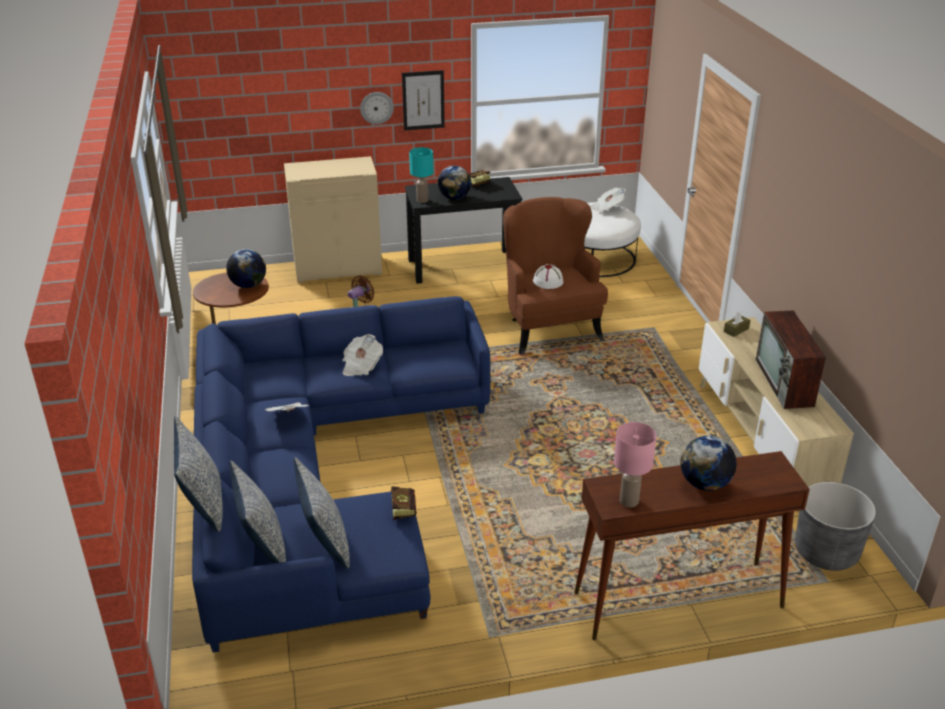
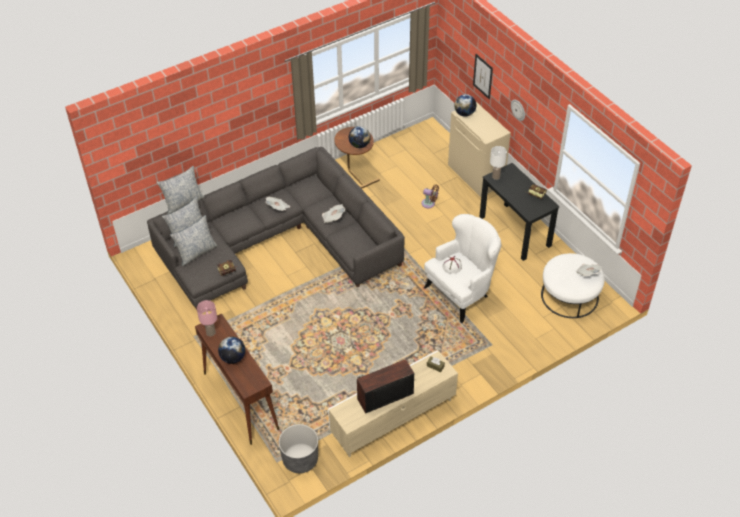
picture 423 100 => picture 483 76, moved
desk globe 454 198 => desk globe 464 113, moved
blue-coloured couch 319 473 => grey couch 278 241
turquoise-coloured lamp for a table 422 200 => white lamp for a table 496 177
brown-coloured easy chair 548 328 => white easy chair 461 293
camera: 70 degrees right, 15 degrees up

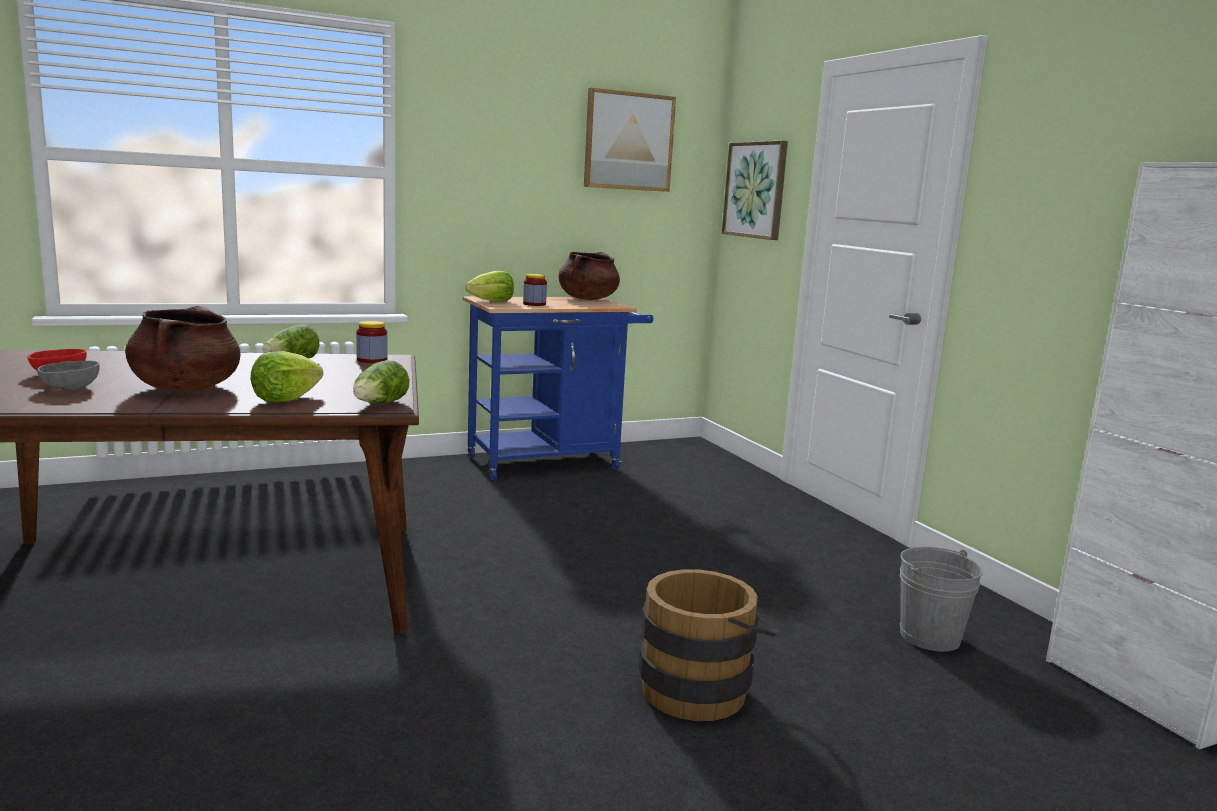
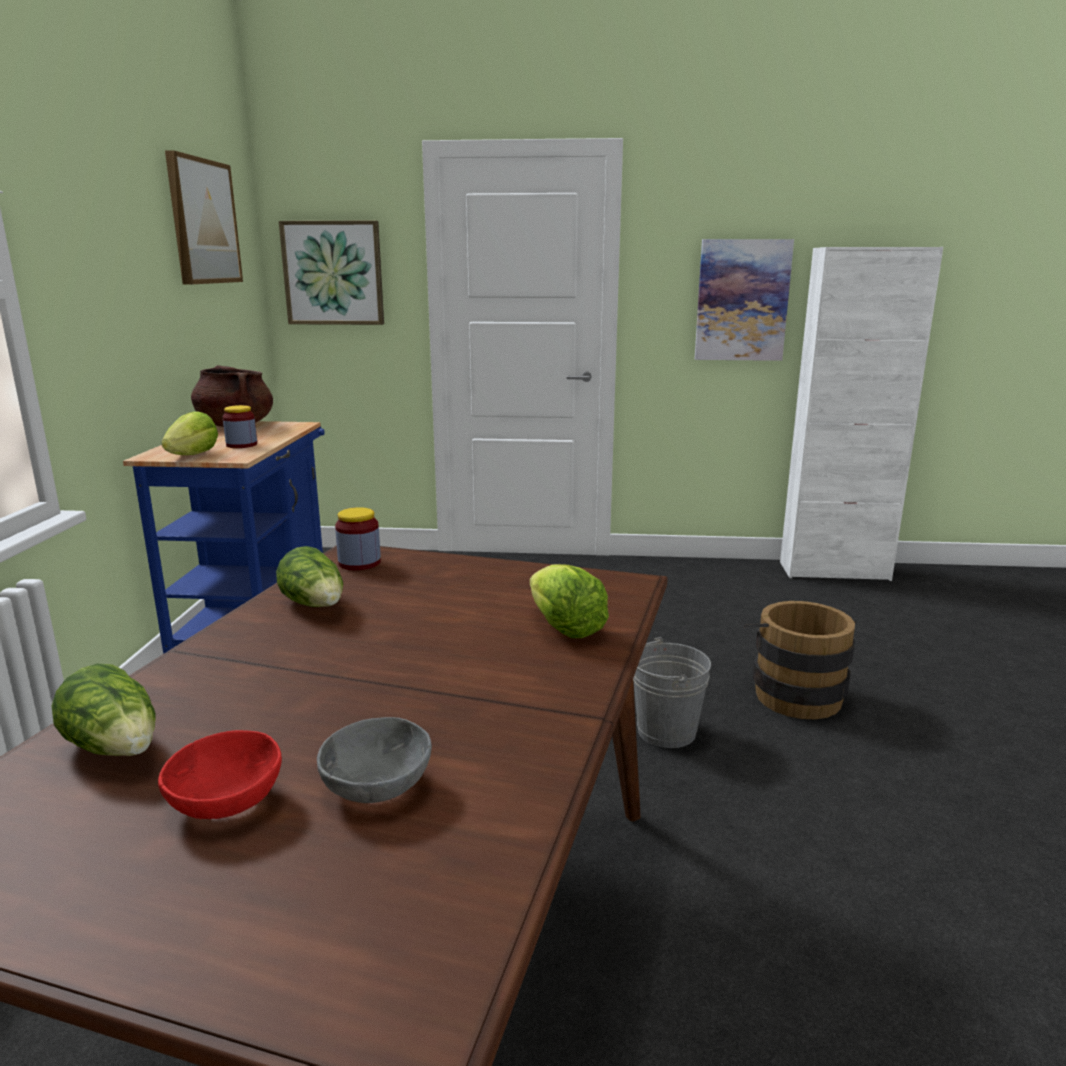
brown-coloured saucepot 186 388 => nothing
nothing => picture 742 300
lettuce 380 405 => lettuce 117 747, moved
grey bucket 930 637 => grey bucket 666 731, moved
camera: 60 degrees left, 5 degrees up

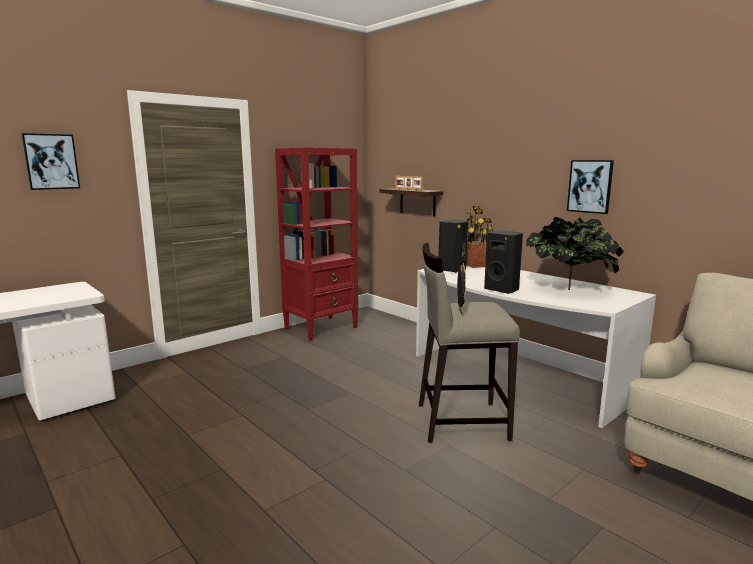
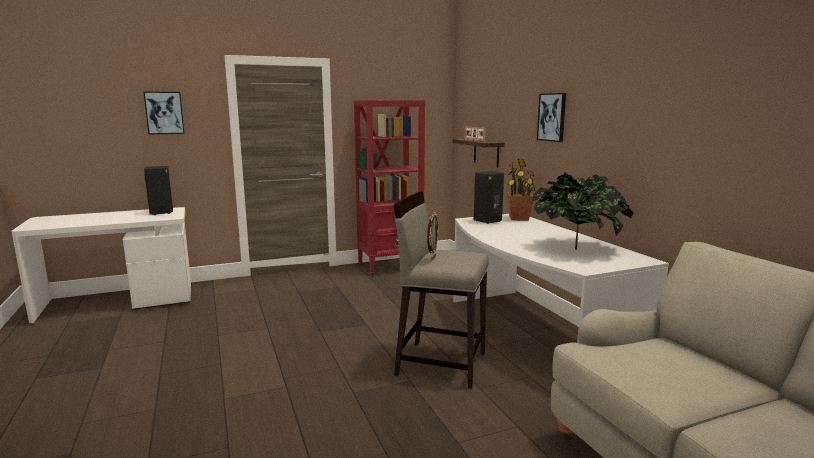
blackish audio speaker 502 290 => blackish audio speaker 161 212, moved
picture 590 186 => picture 552 117, moved
camera: 20 degrees right, 0 degrees up

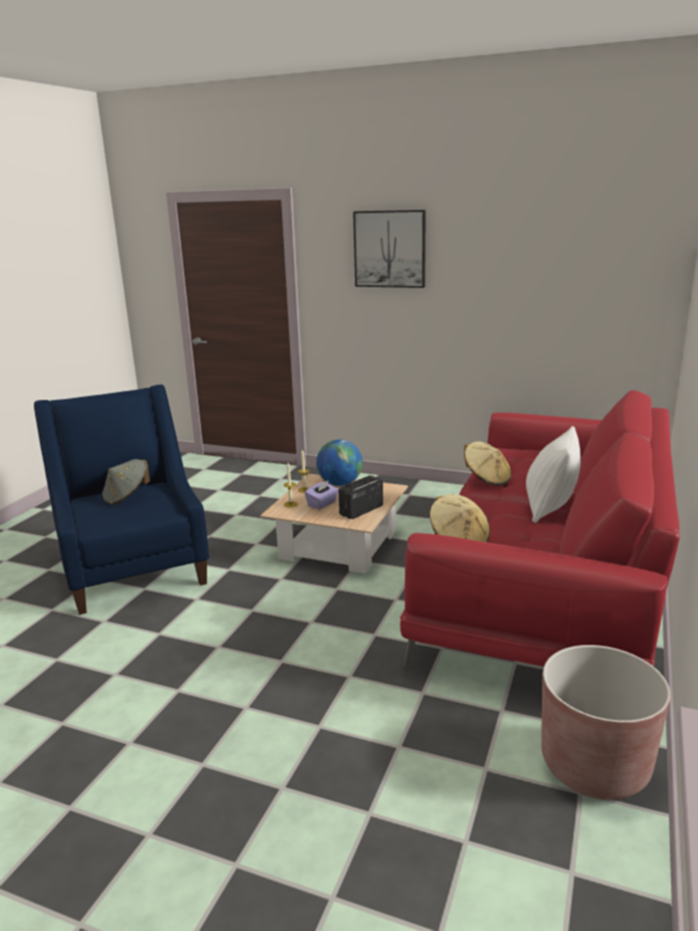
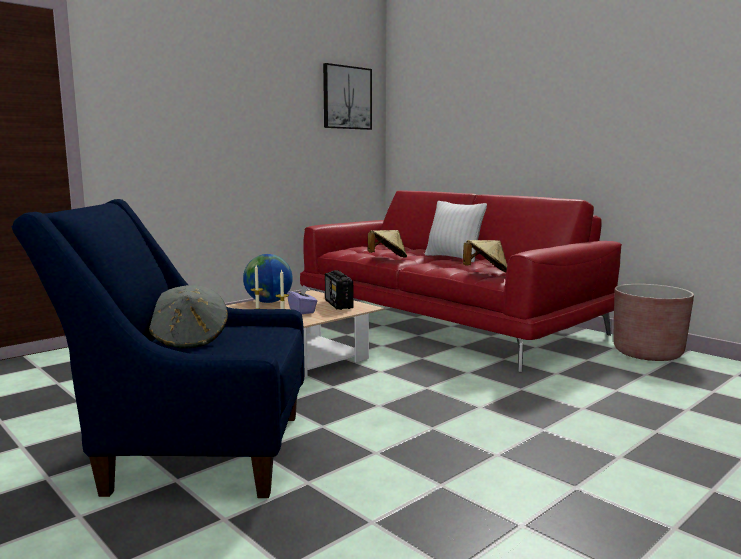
picture 390 249 => picture 347 97, moved
camera: 65 degrees left, 10 degrees down

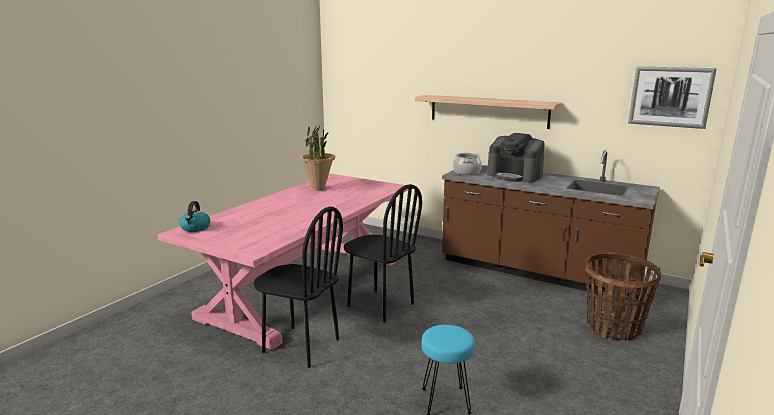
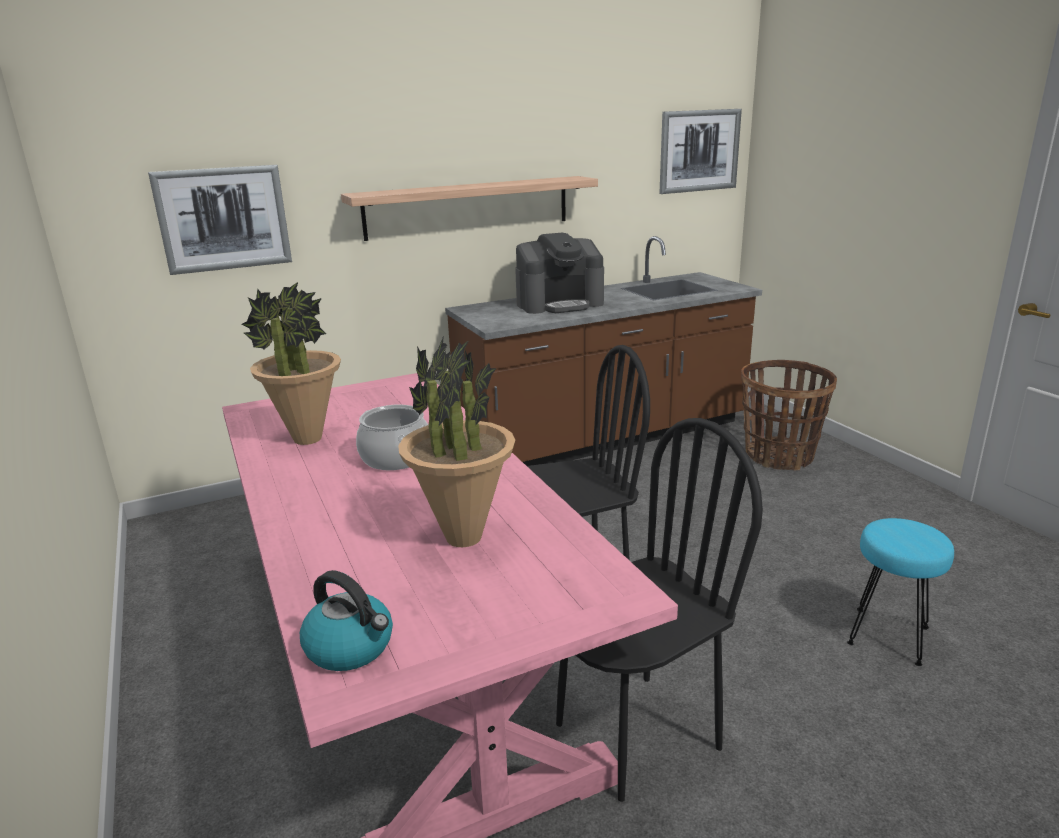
nothing => picture 223 219
nothing => houseplant 463 537
saucepot 466 172 => saucepot 396 457, moved
camera: 55 degrees left, 5 degrees up

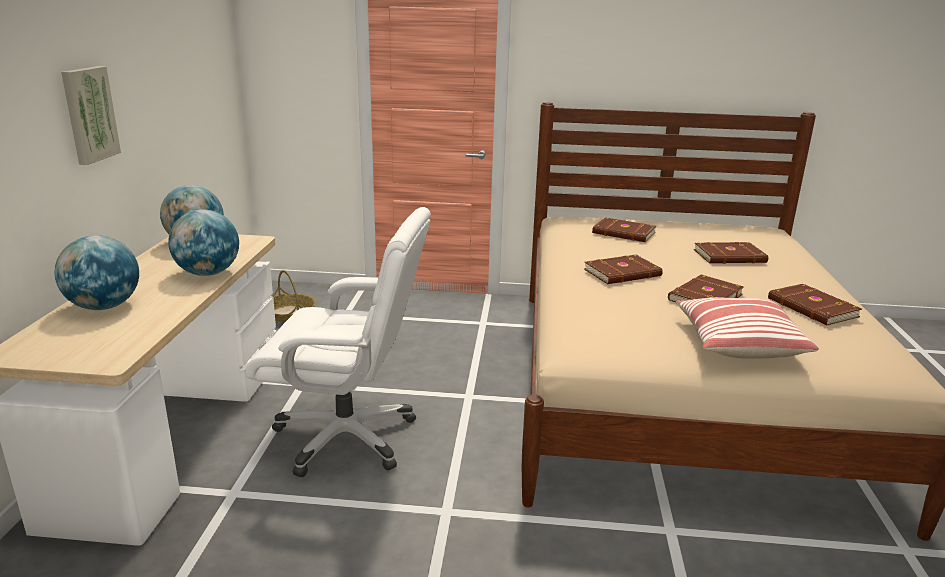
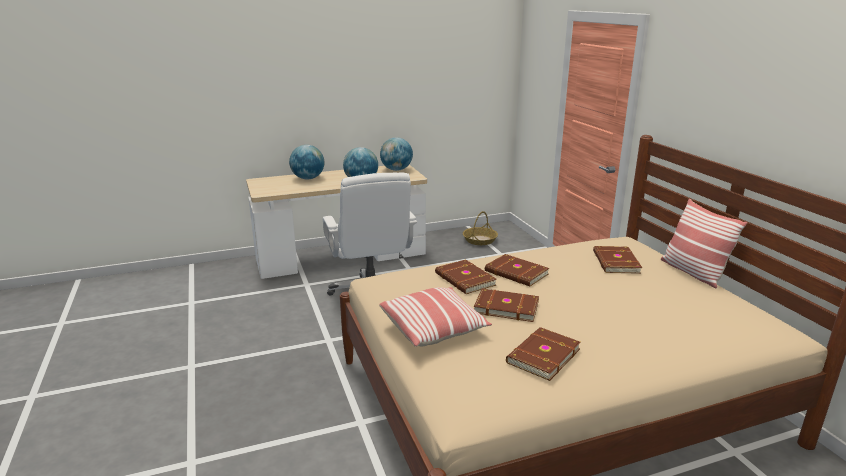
picture 88 114 => nothing
nothing => pillow 693 272
brown-coloured volume 730 257 => brown-coloured volume 464 280, moved
camera: 65 degrees right, 0 degrees up

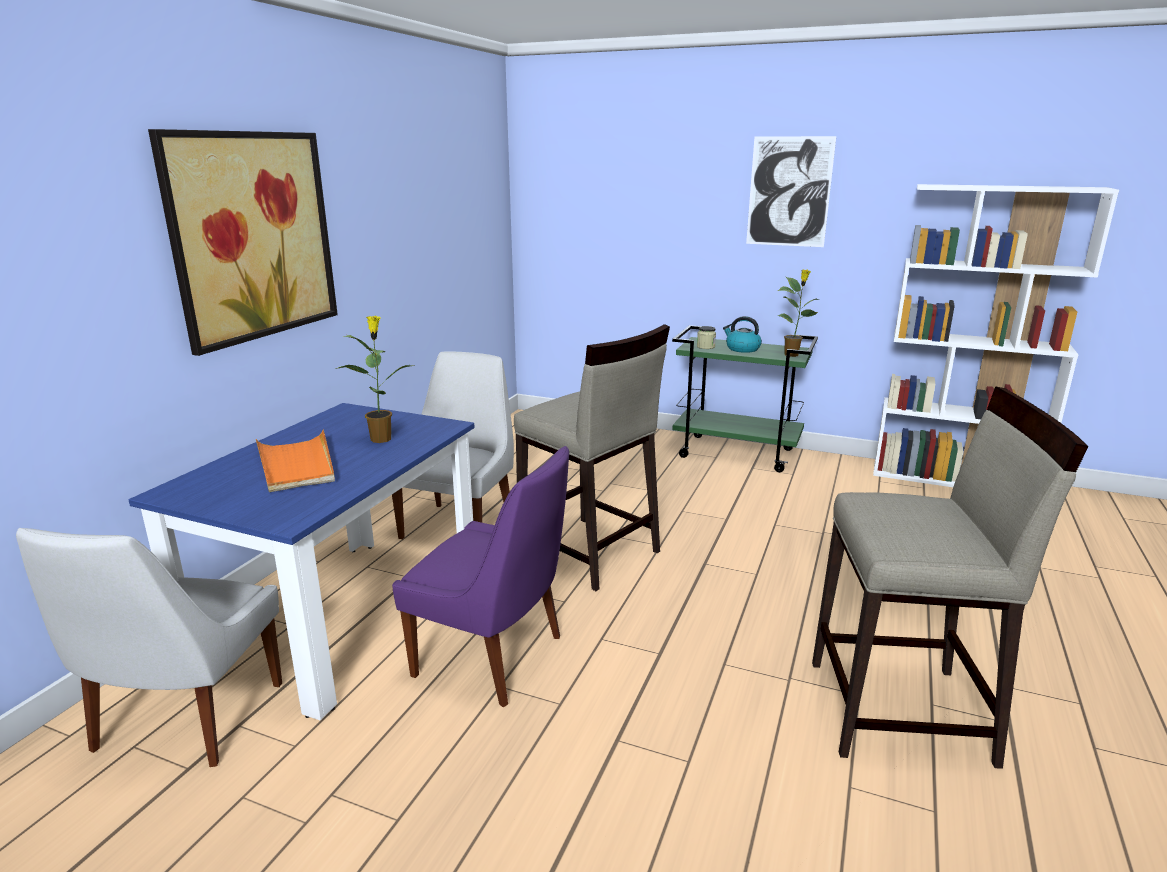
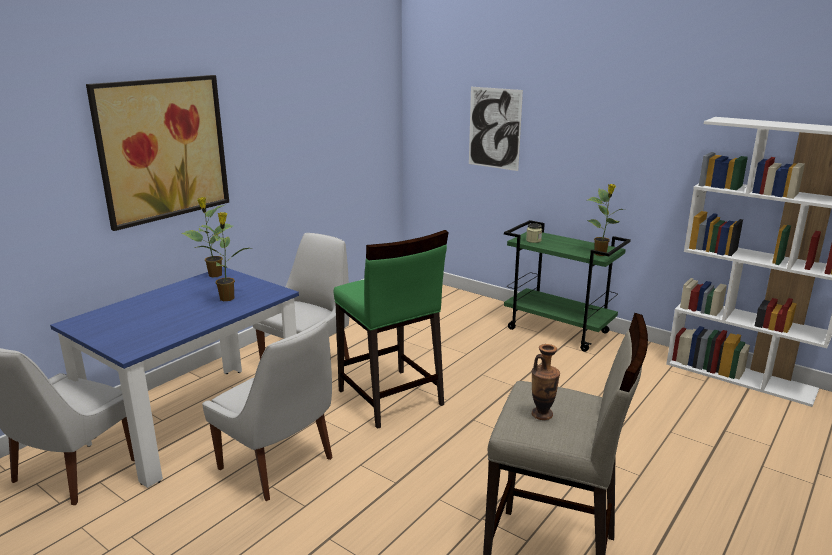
orange-coloured carrying tray 296 465 => nothing
kettle 742 349 => nothing
nothing => houseplant 214 275
nothing => vase 542 414
picture 789 192 => picture 494 128, moved
purple-coloured plain chair 494 657 => white plain chair 279 465
beige-coloured sitting stool 589 553 => green-coloured sitting stool 390 398
camera: 15 degrees right, 0 degrees up

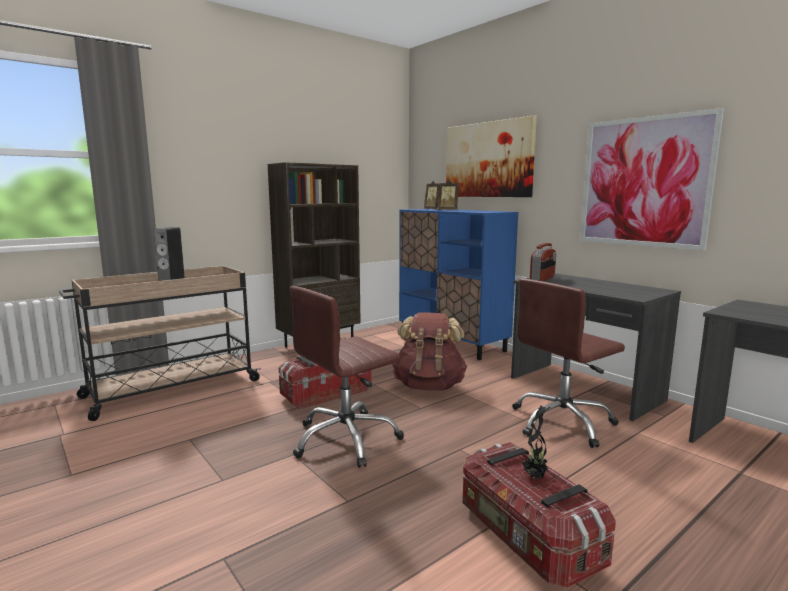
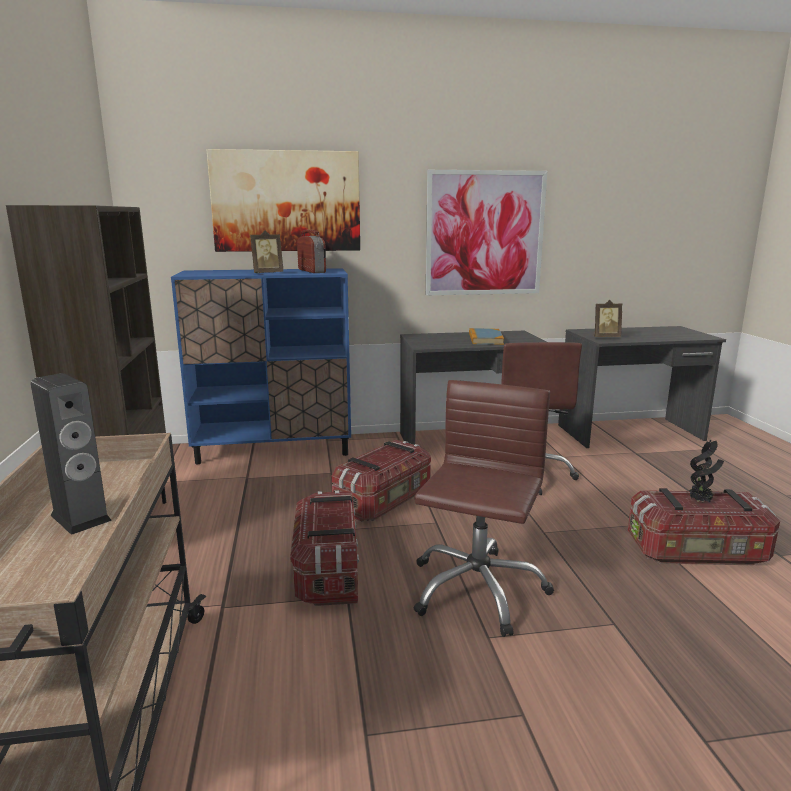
nothing => volume 485 339
picture frame 433 209 => picture frame 605 337, moved
radio set 542 279 => radio set 312 271, moved
brown-coloured backpack 429 386 => storage container 385 501
brown-coloured computer chair 346 439 => brown-coloured computer chair 476 589, 150 degrees counterclockwise
camera: 60 degrees left, 5 degrees up

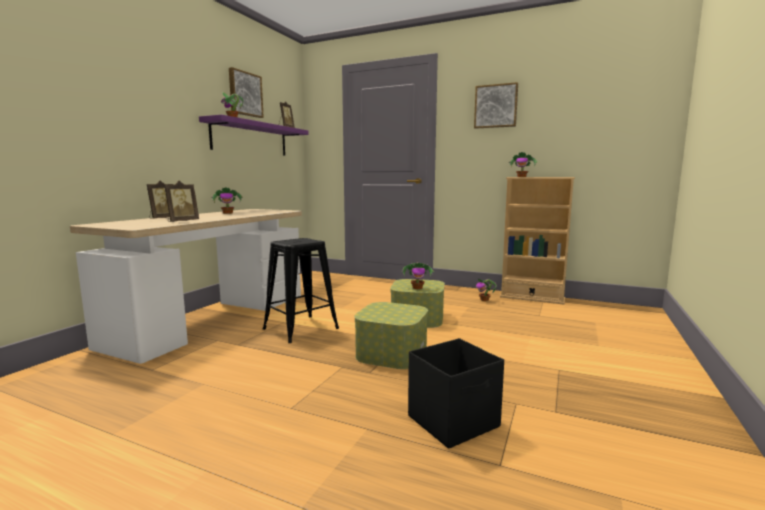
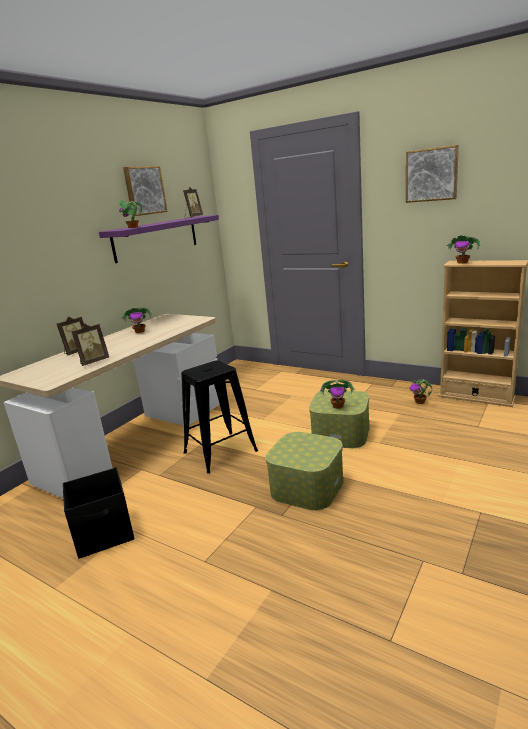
blackish storage container 454 421 => blackish storage container 105 534, moved
camera: 10 degrees right, 10 degrees up

